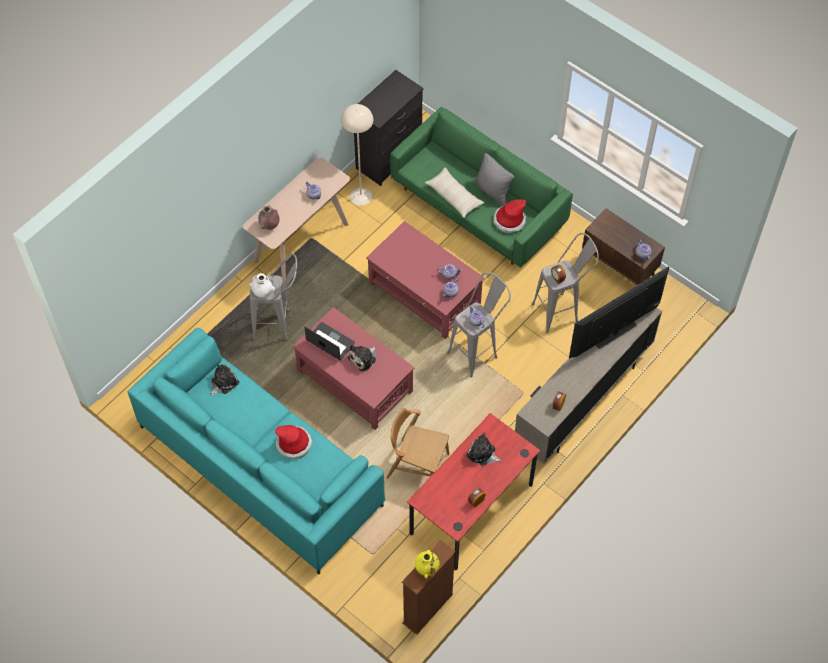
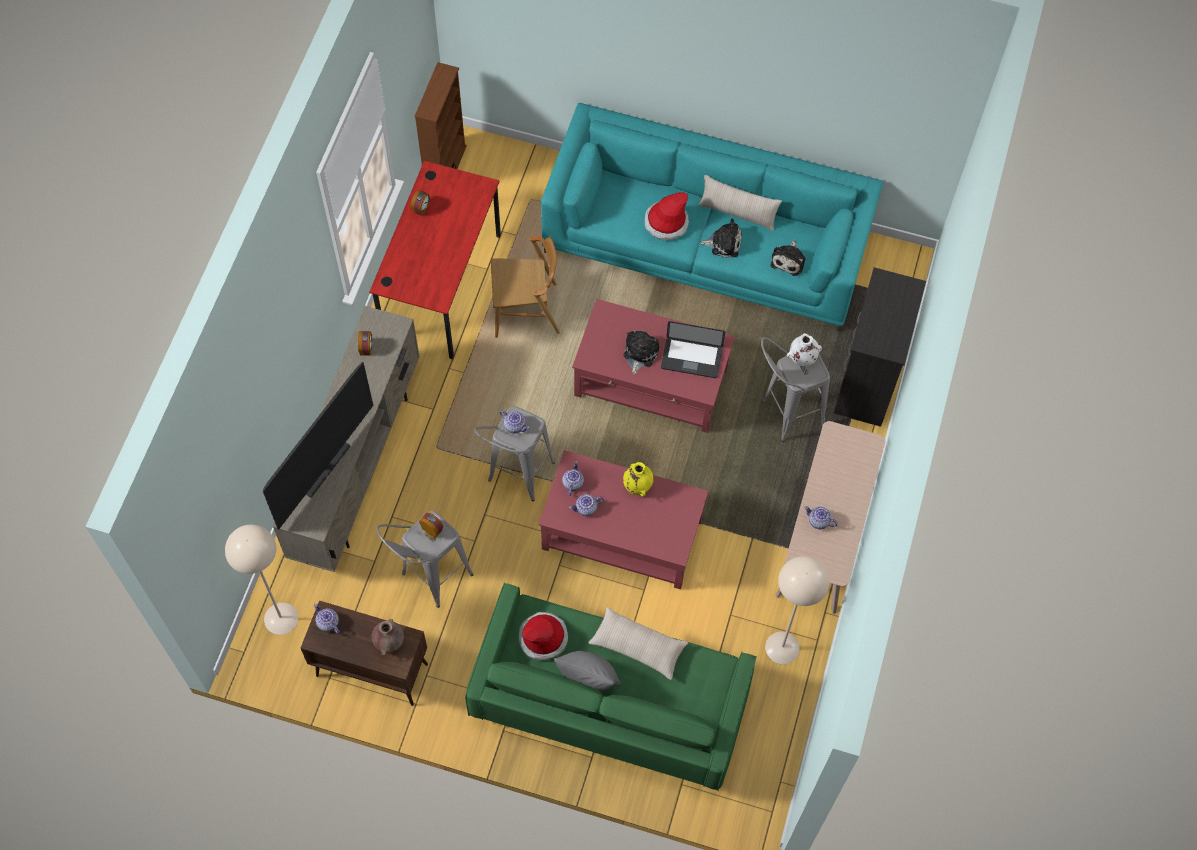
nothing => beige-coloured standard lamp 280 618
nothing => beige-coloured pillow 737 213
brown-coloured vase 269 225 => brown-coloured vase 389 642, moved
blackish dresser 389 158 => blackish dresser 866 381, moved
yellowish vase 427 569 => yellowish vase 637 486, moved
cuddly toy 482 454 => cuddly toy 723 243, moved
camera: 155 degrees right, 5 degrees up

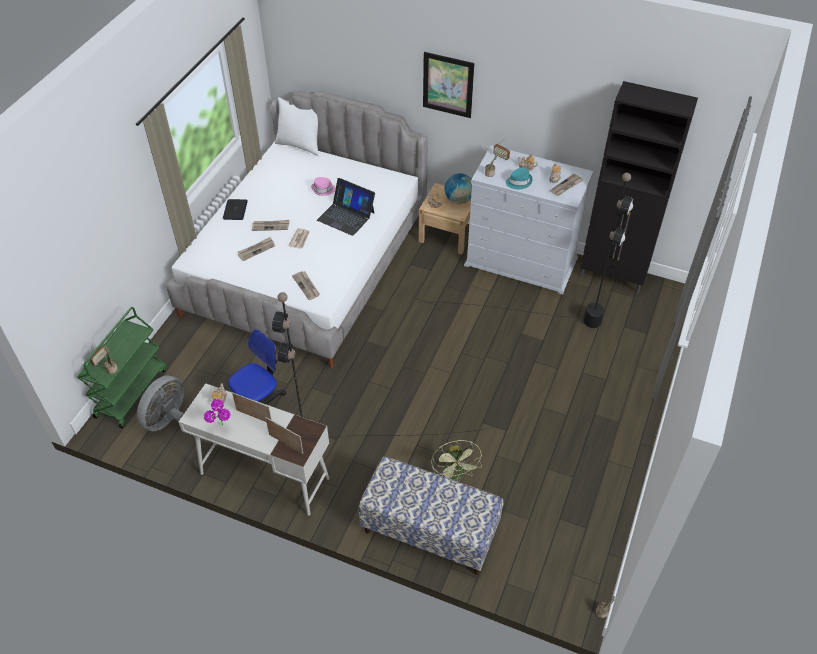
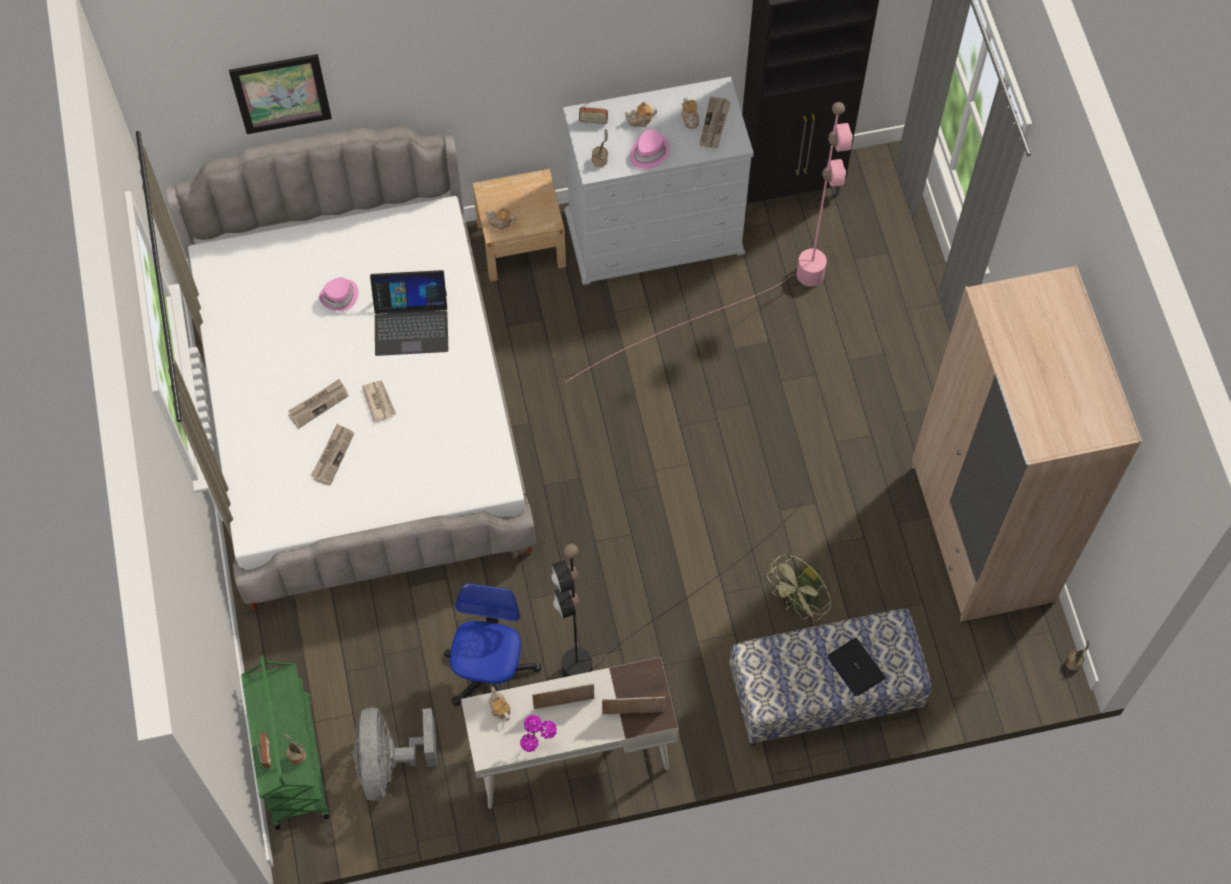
white pillow 300 145 => nothing
printed paper 306 286 => nothing
desk globe 458 200 => nothing
nothing => beige-coloured wardrobe 981 534
laptop 235 210 => laptop 855 667, moved
picture 448 85 => picture 281 93, moved
blackish standard lamp 542 315 => pinkish standard lamp 741 302
turquoise-coloured hat 518 182 => pinkish hat 648 152
green-coloured cooling fan 455 476 => green-coloured cooling fan 800 603, 90 degrees clockwise
camera: 35 degrees left, 15 degrees up

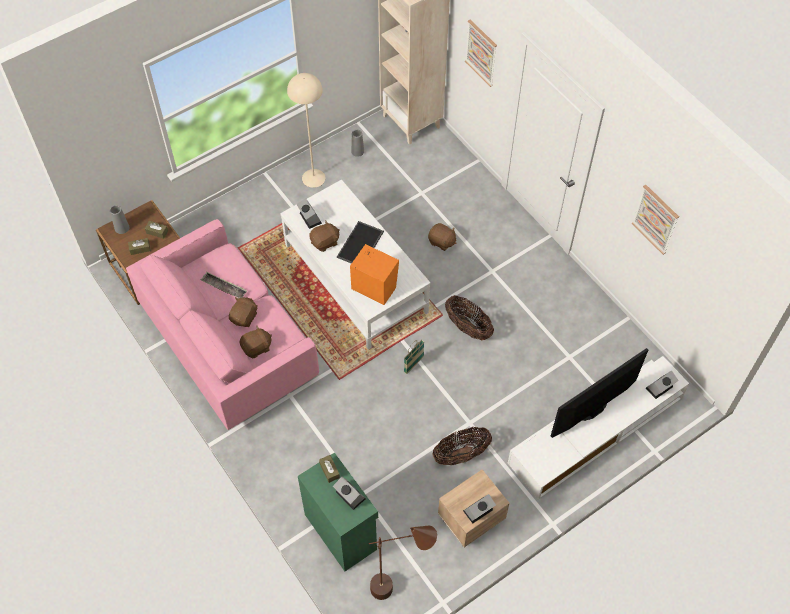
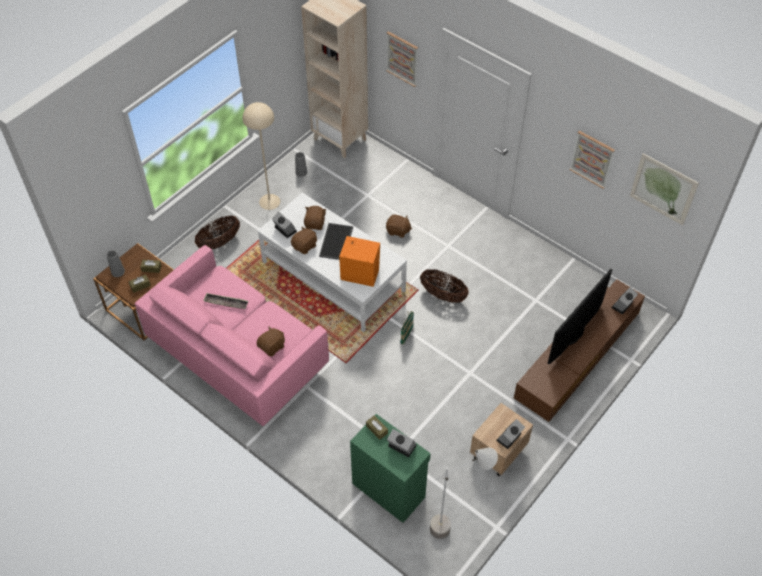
nothing => picture 663 189
brown-coloured cuddly toy 244 317 => brown-coloured cuddly toy 315 223, moved
household basket 461 454 => household basket 219 242, moved
brown-coloured standard lamp 400 589 => grey standard lamp 456 525
white tv unit 595 431 => brown-coloured tv unit 577 355
camera: 15 degrees left, 5 degrees down

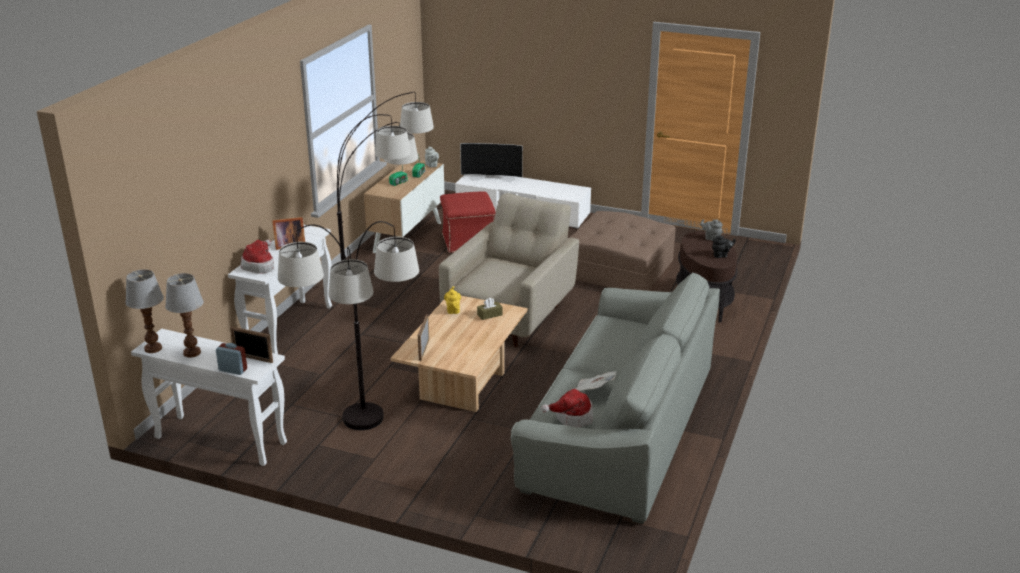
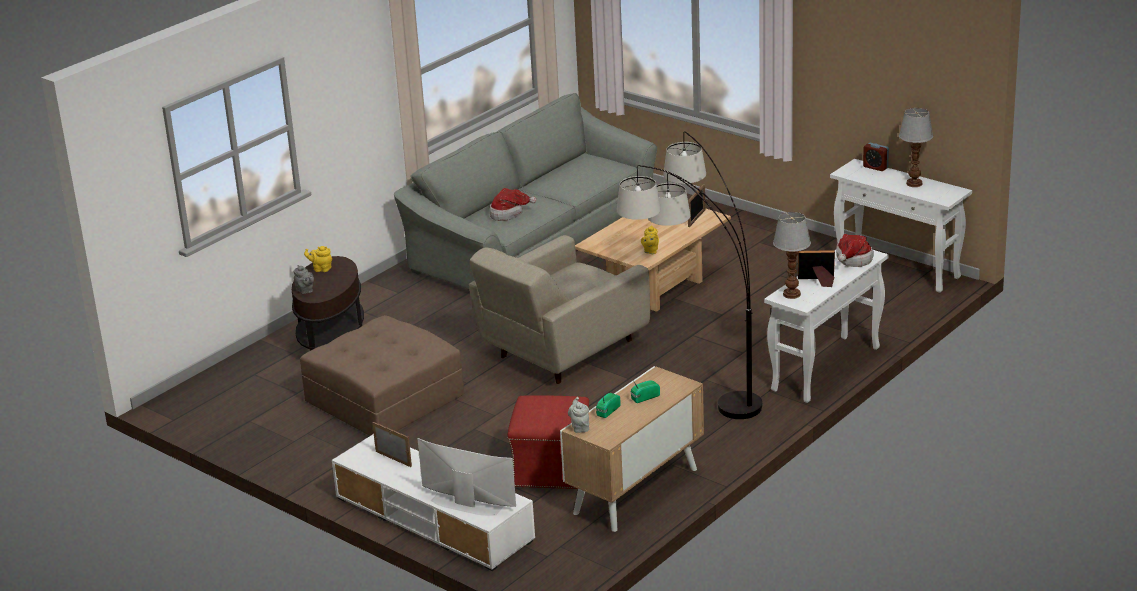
standard lamp 364 448 => nothing
brown-coloured tissue box 489 315 => nothing
printed paper 594 391 => nothing
lamp for a table 153 348 => lamp for a table 791 294, moved
picture frame 253 358 => picture frame 393 458, moved
hat 572 417 => hat 509 213, moved
blackish teapot 721 255 => yellowish teapot 321 269
camera: 160 degrees left, 0 degrees up

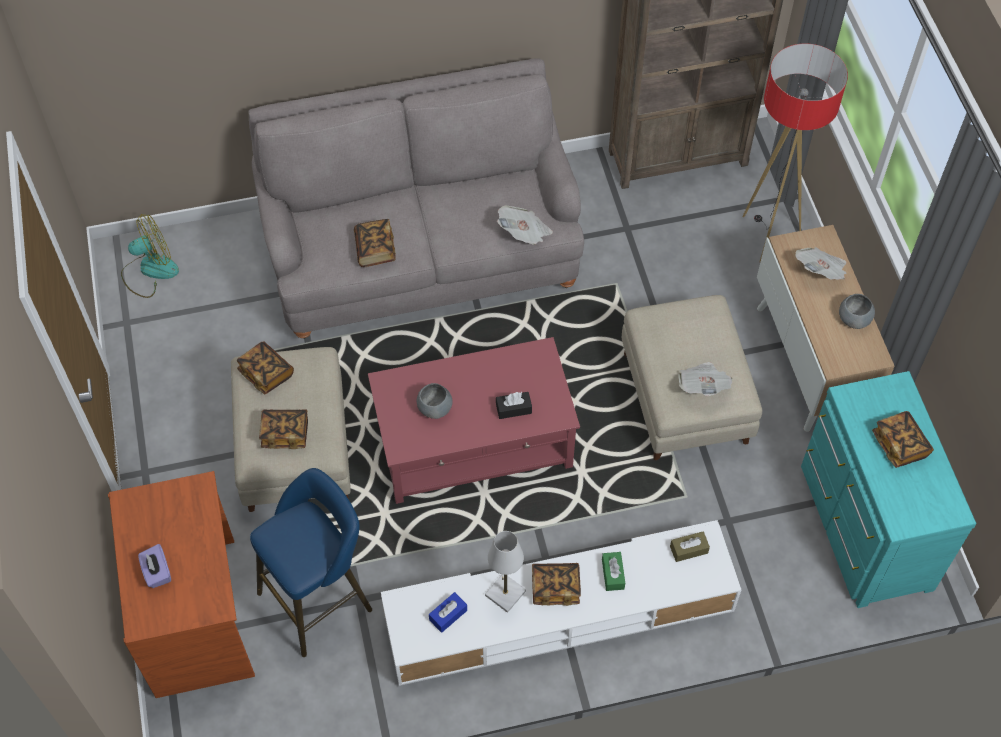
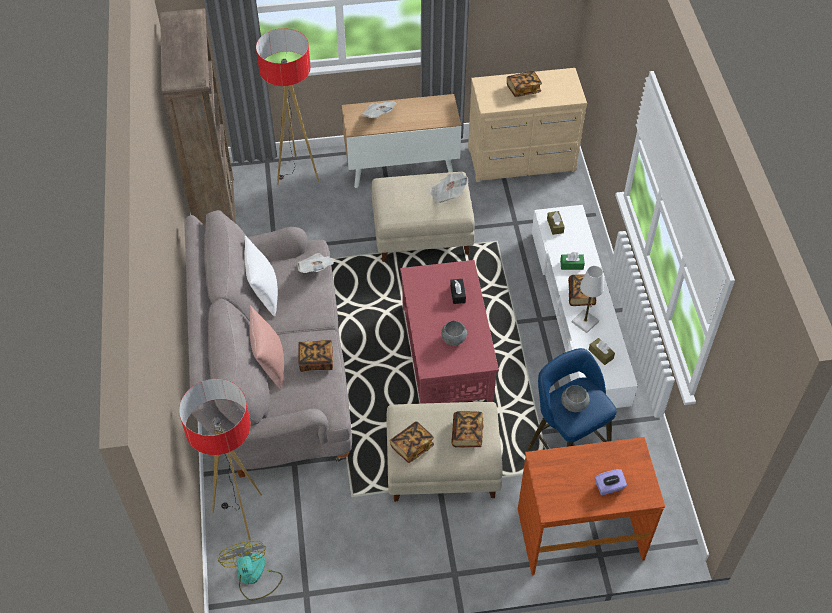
nothing => standard lamp 241 515
nothing => white pillow 264 293
nothing => pinkish pillow 270 364
grey bowl 854 319 => grey bowl 573 404, moved
blue-coloured tissue box 448 615 => brown-coloured tissue box 601 354
turquoise-coloured dresser 862 527 => beige-coloured dresser 523 161
camera: 85 degrees left, 5 degrees down

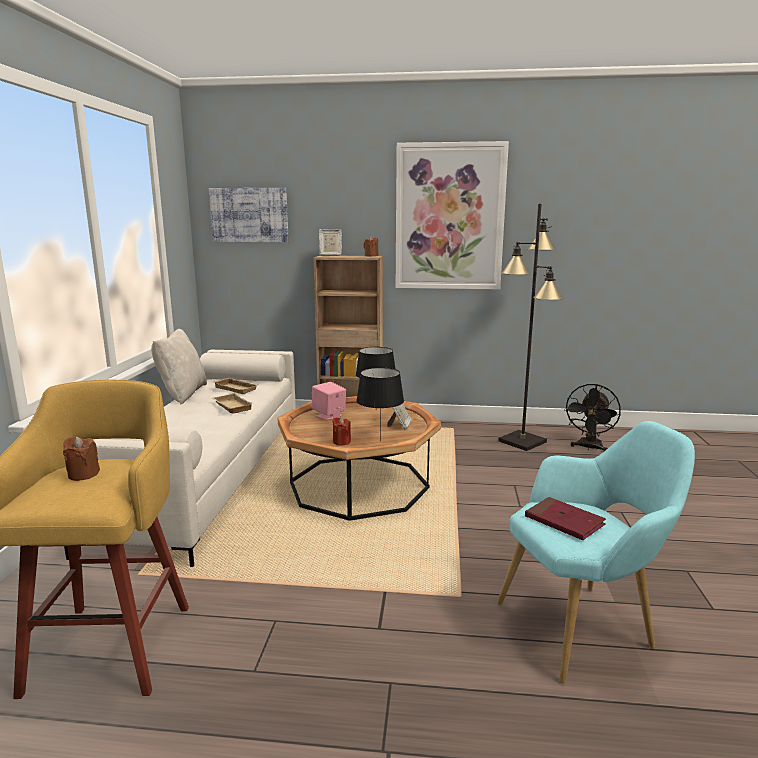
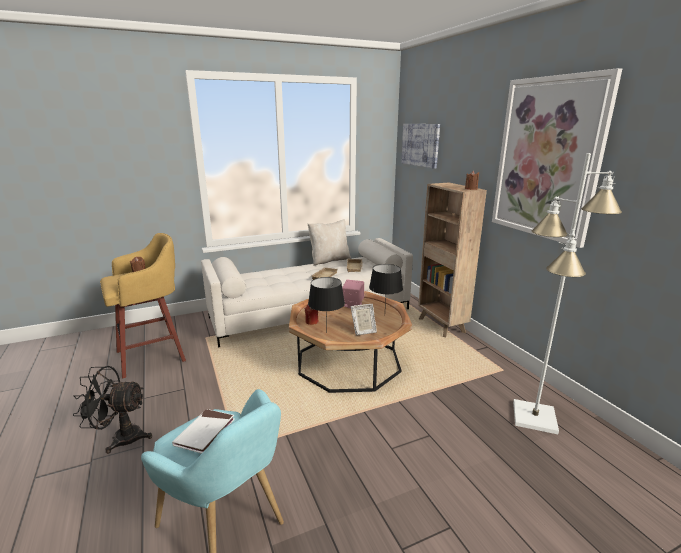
picture frame 330 256 => nothing
blackish cooling fan 589 448 => blackish cooling fan 120 438, moved
blackish standard lamp 523 441 => white standard lamp 535 418
reddish volume 564 521 => white volume 205 433
camera: 60 degrees right, 5 degrees up

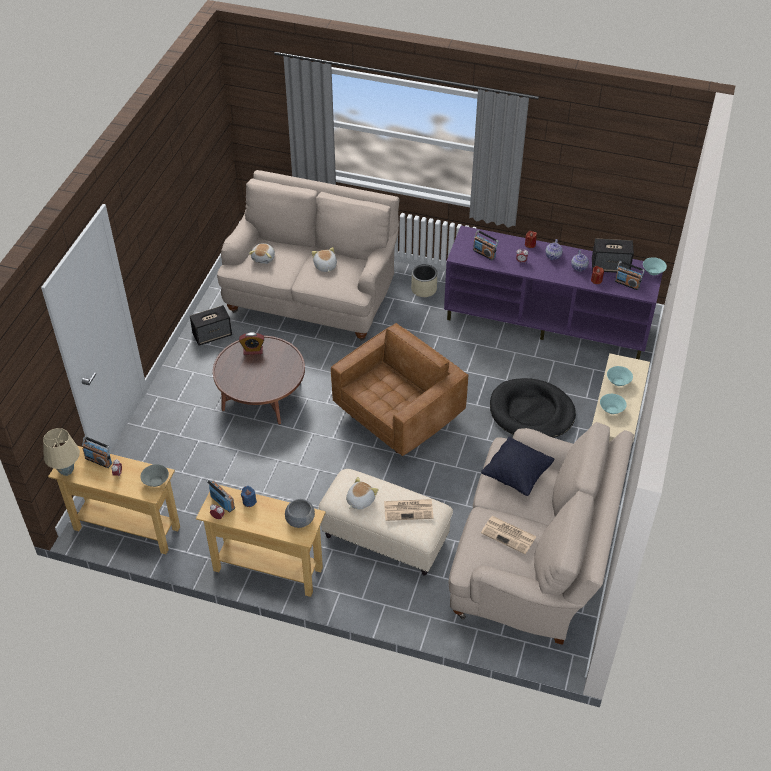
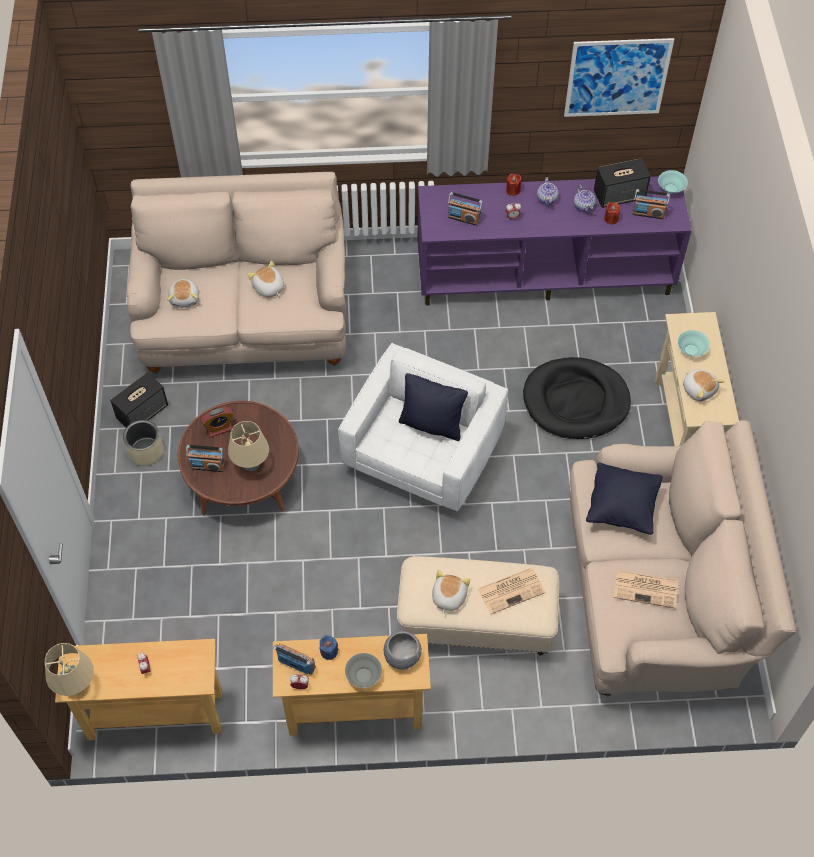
nothing => beige-coloured lamp for a table 251 465
nothing => blackish pillow 432 424
nothing => picture 617 77
radio set 99 460 => radio set 207 466, moved
grey bowl 156 481 => grey bowl 364 675, moved
beige-coloured planter 424 289 => beige-coloured planter 146 451, moved
turquoise-coloured bowl 611 409 => cuddly toy 699 389
brown-coloured easy chair 399 416 => white easy chair 423 455
camera: 20 degrees left, 10 degrees up

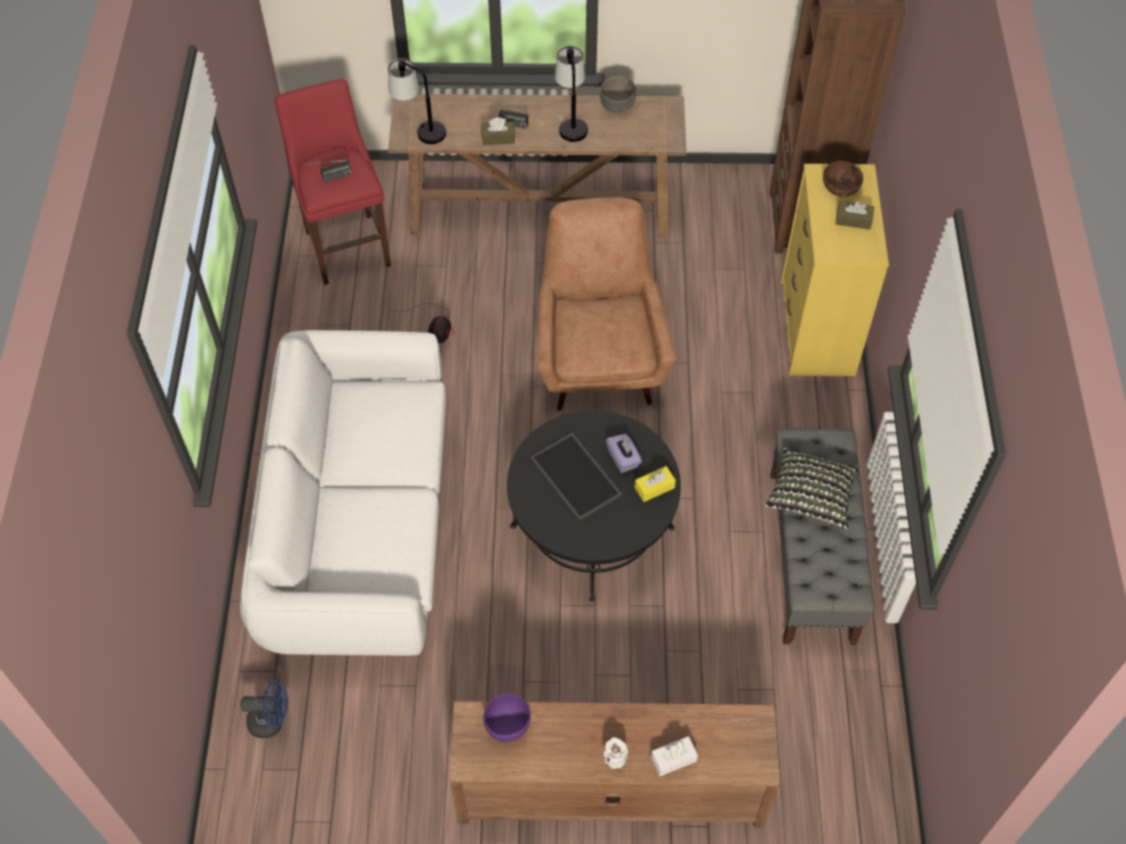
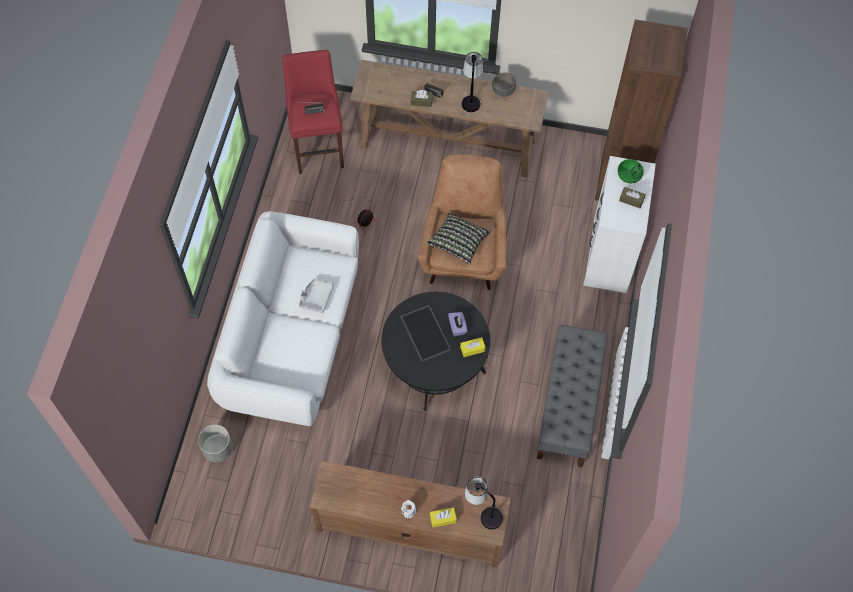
purple-coloured bowl 507 726 => nothing
nothing => grey carrying tray 316 298
lamp for a table 419 129 => lamp for a table 482 512, moved
pillow 811 496 => pillow 458 243, moved
blue-coloured cooling fan 272 721 => grey planter 218 449
white tissue box 673 759 => yellowish tissue box 443 519
yellowish dresser 816 328 => white dresser 609 256
brown-coloured bowl 841 187 => green-coloured bowl 629 176
camera: 10 degrees right, 5 degrees up

